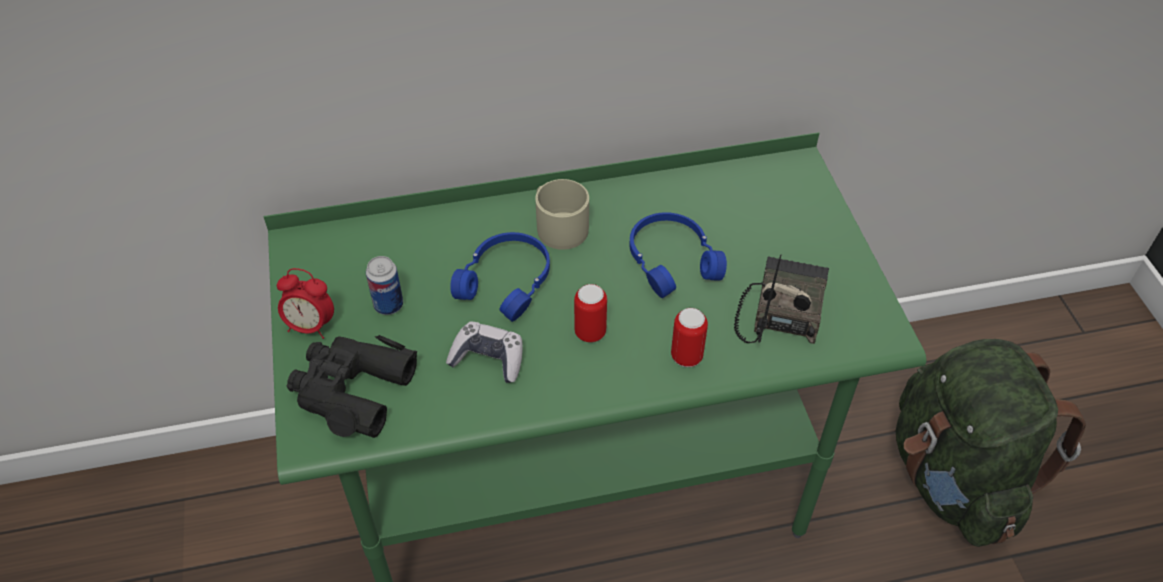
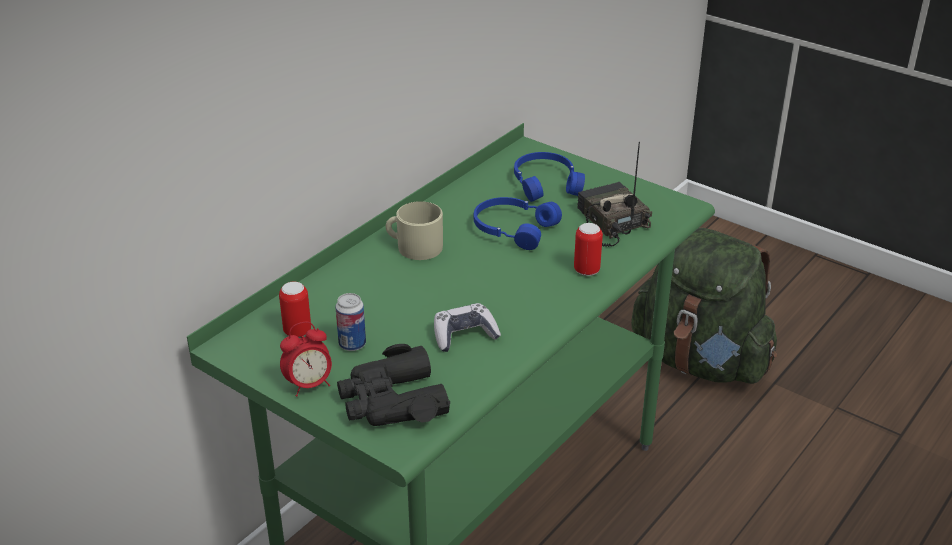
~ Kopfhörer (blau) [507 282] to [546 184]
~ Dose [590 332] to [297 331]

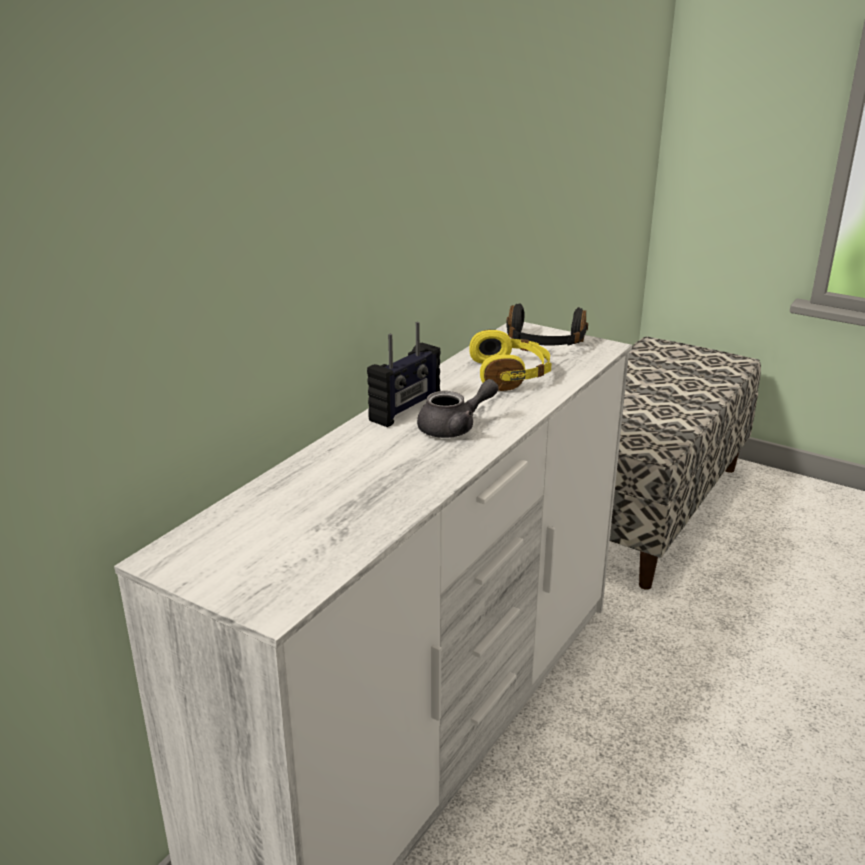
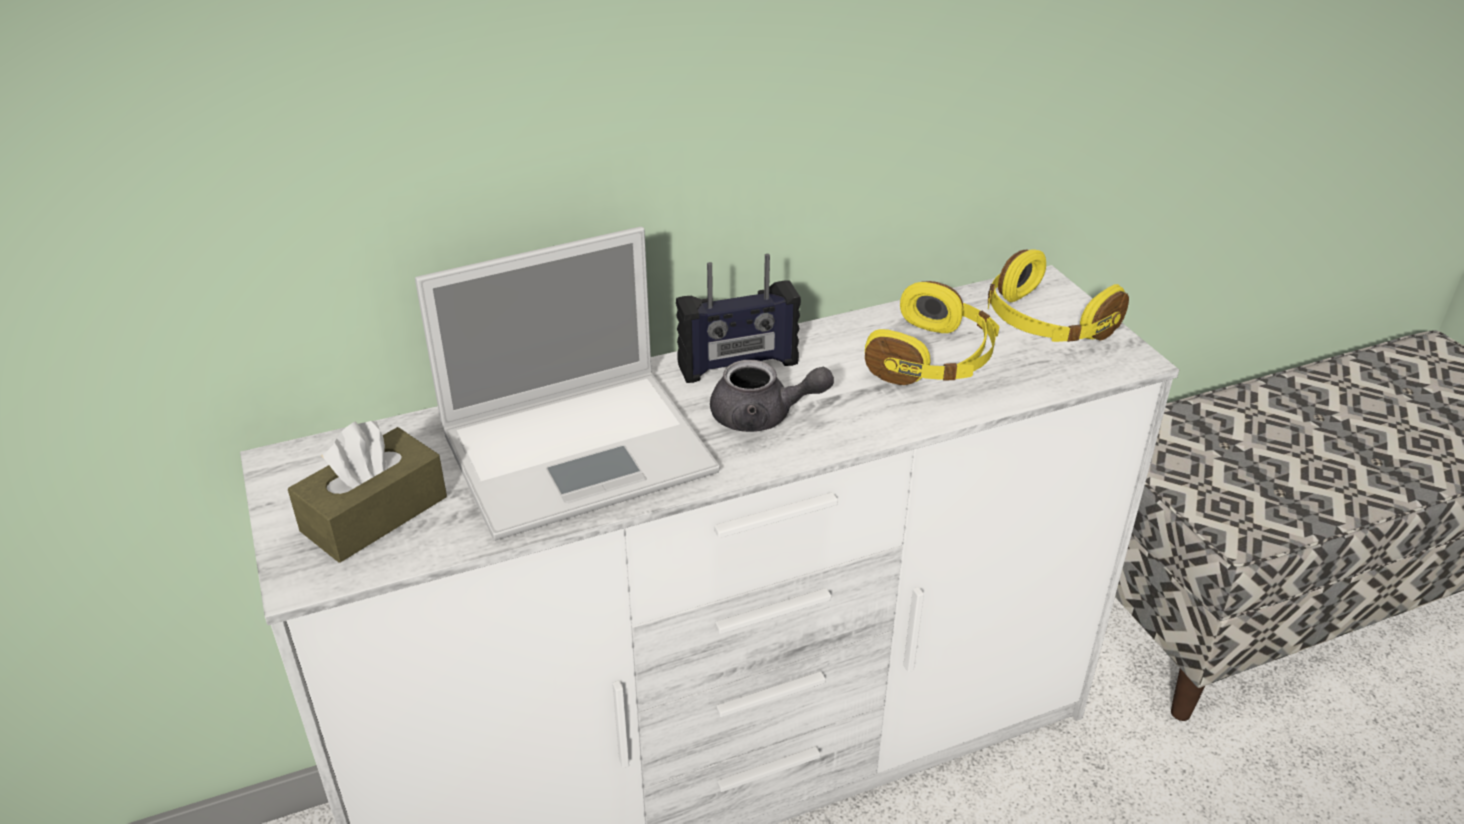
~ Kopfhörer (schwarz) [544 344] to Kopfhörer (gelb) [1045 324]
+ Laptop [582 449]
+ Taschentuchbox (braun) [374 514]

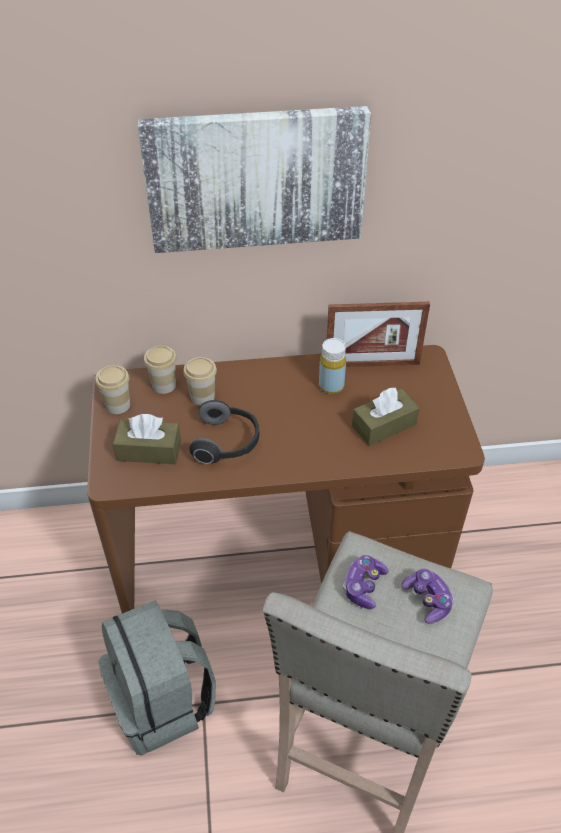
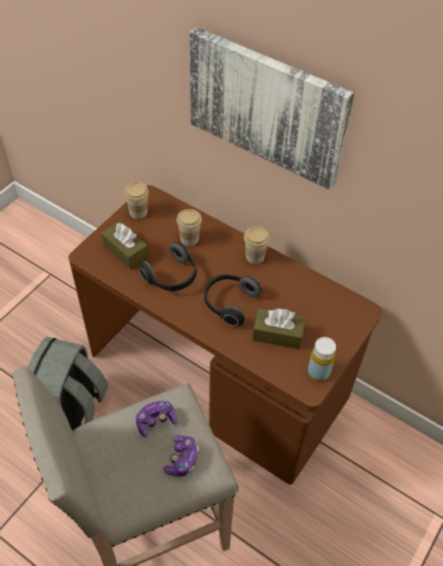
- Bilderrahmen [372 364]
~ Flasche (gelb) [331 386] to [318 372]
~ Tasse [164 385] to [255 256]
+ Kopfhörer [229 303]

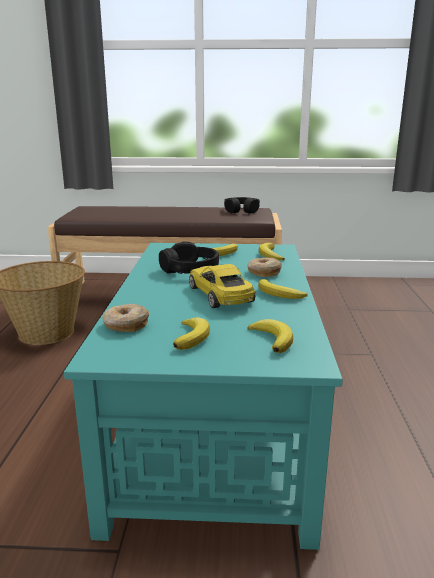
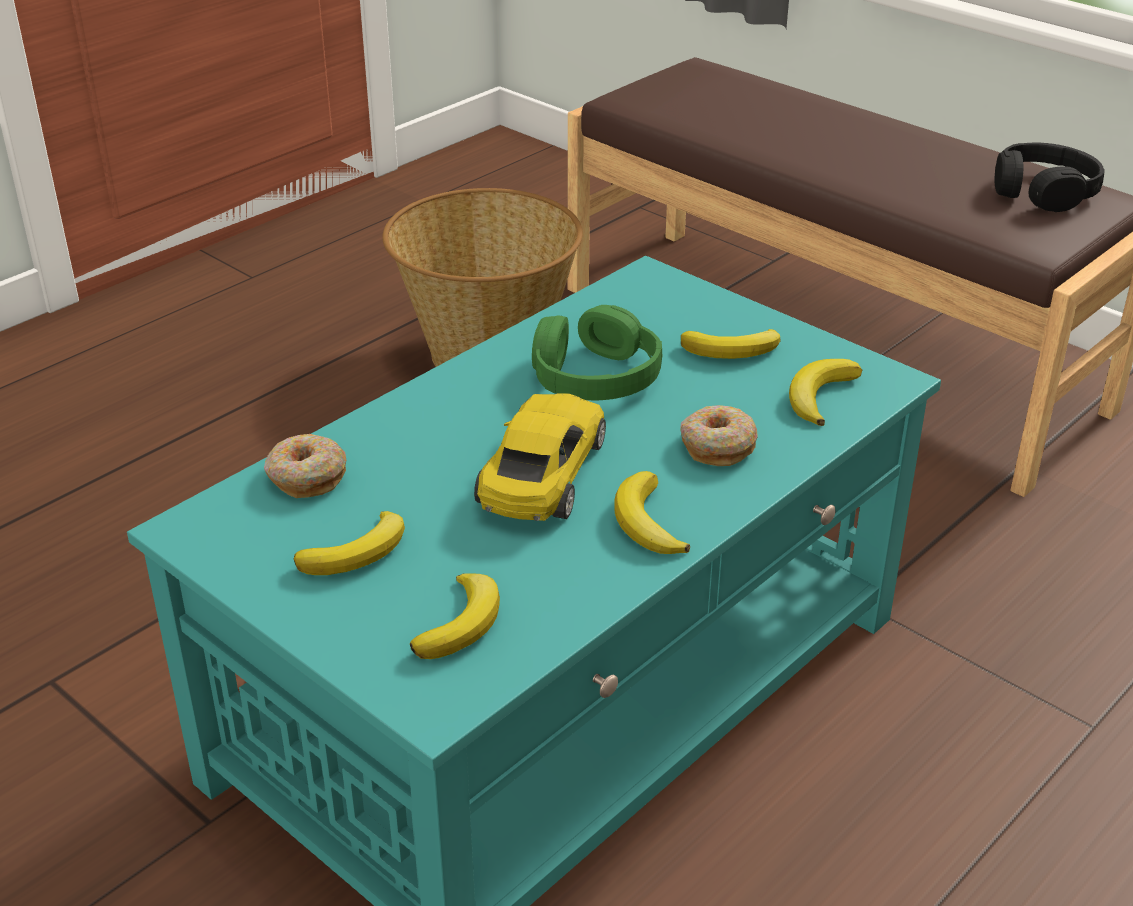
~ Kopfhörer (schwarz) [190 269] to Kopfhörer (grün) [594 376]

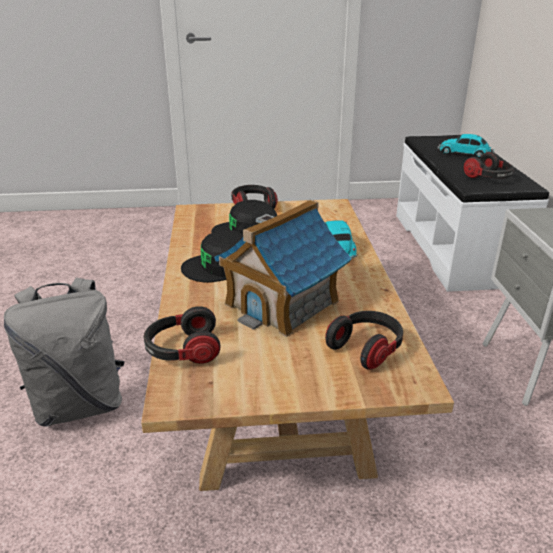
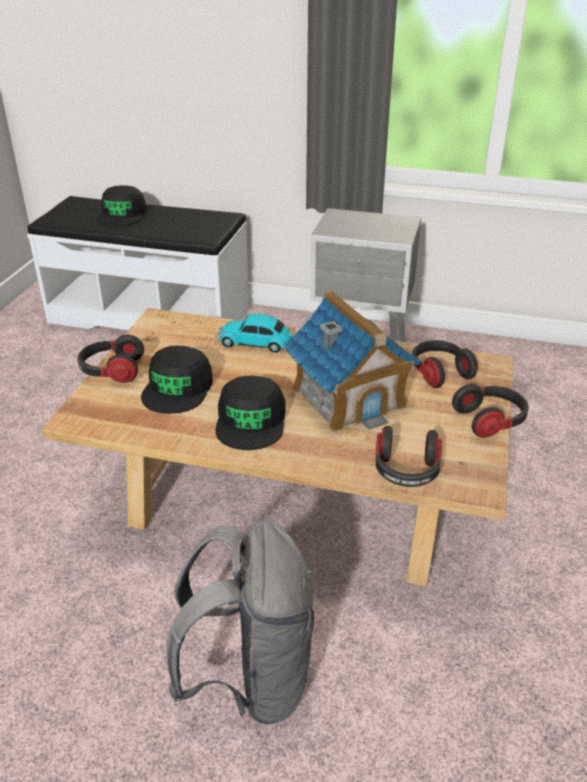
~ Spielzeugauto [465 154] to Kappe (schwarz) [122 214]
~ Kopfhörer [488 178] to [490 421]

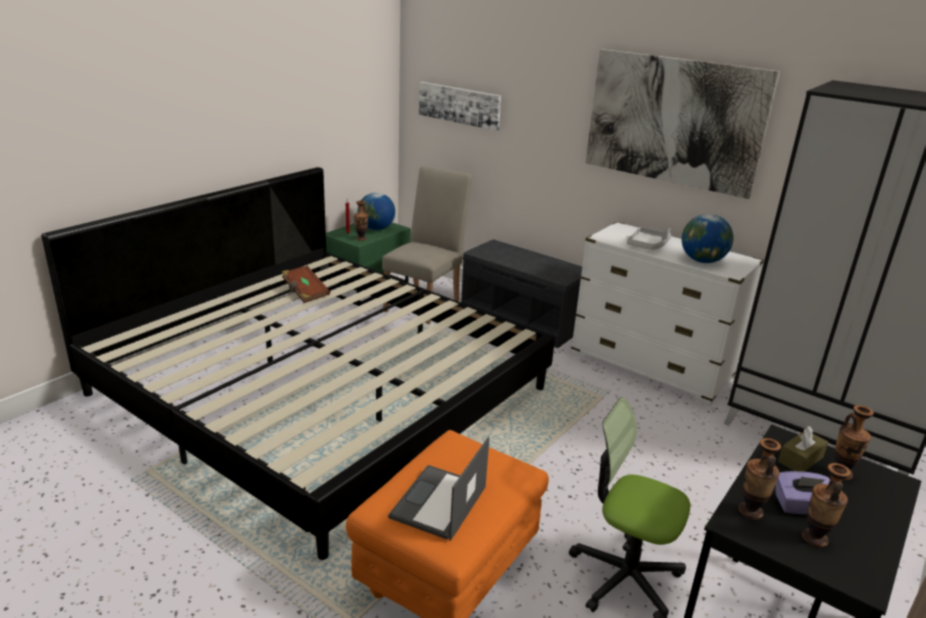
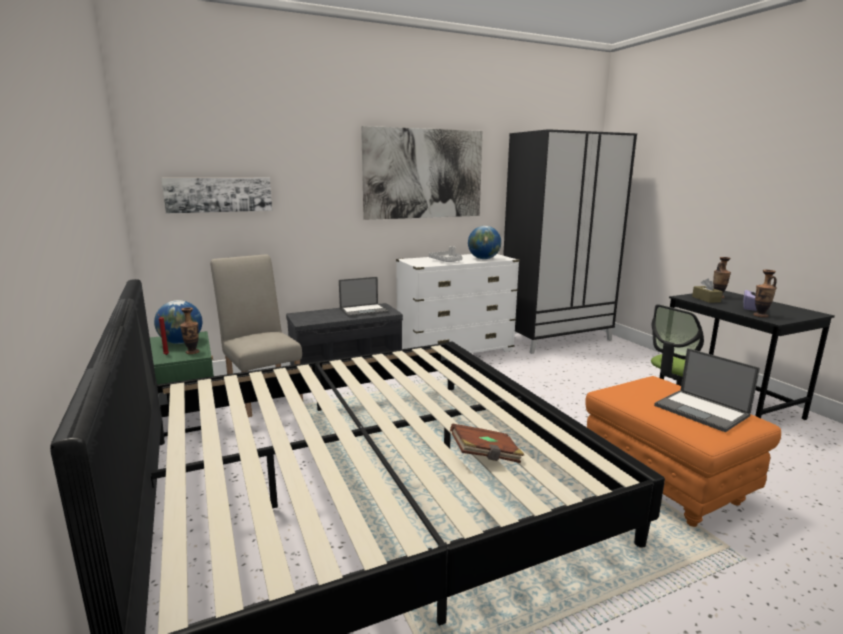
~ Buch (braun) [305 292] to [486 456]
- Vase [814 538]
+ Laptop [364 310]

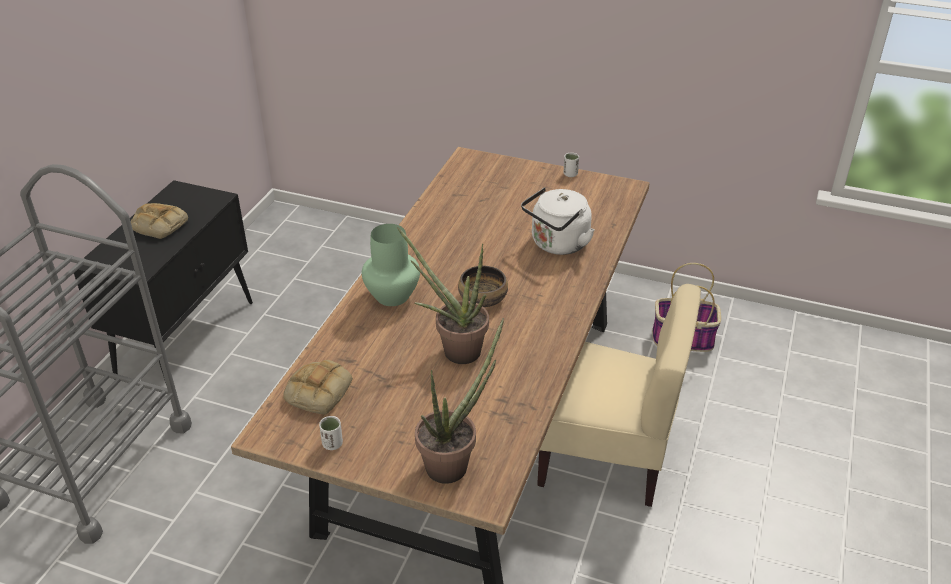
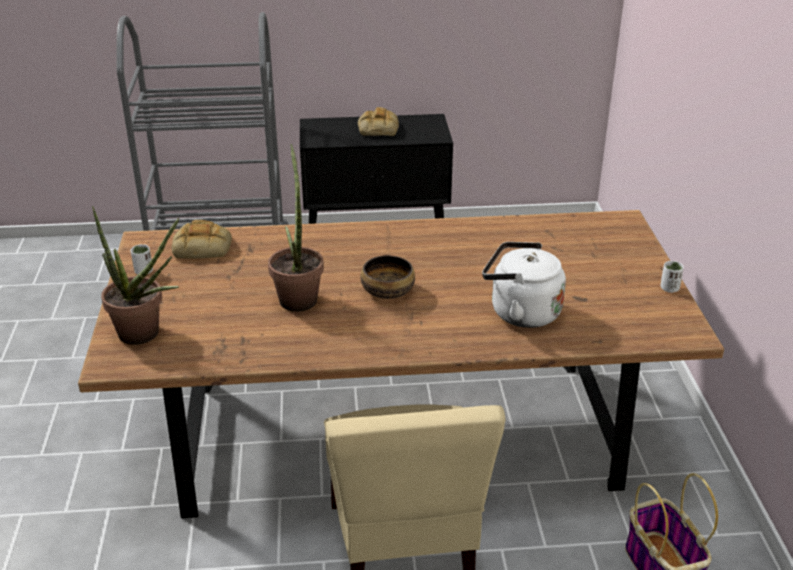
- Vase (grün) [393 295]

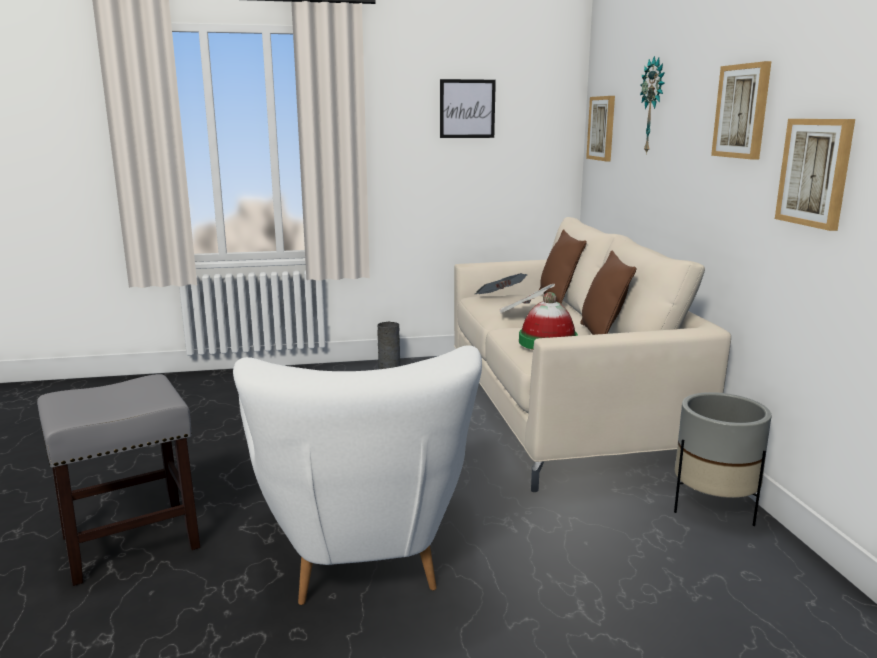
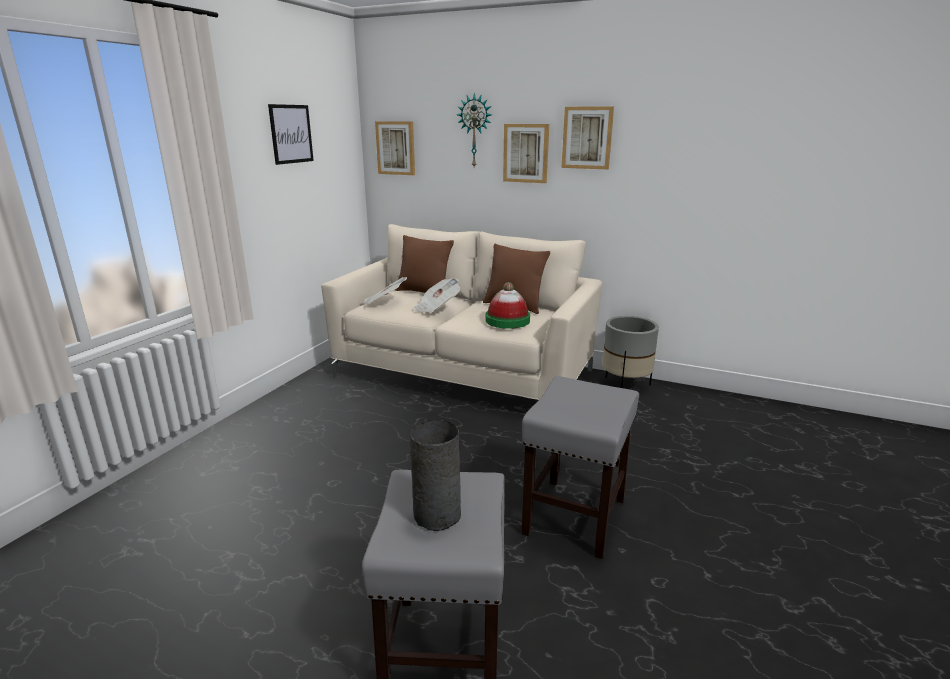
~ Bild [815 172] to [526 153]
~ Vase (grau) [390 367] to [438 514]
~ Sessel (weiß) [362 551] to Hocker (grau) [574 517]

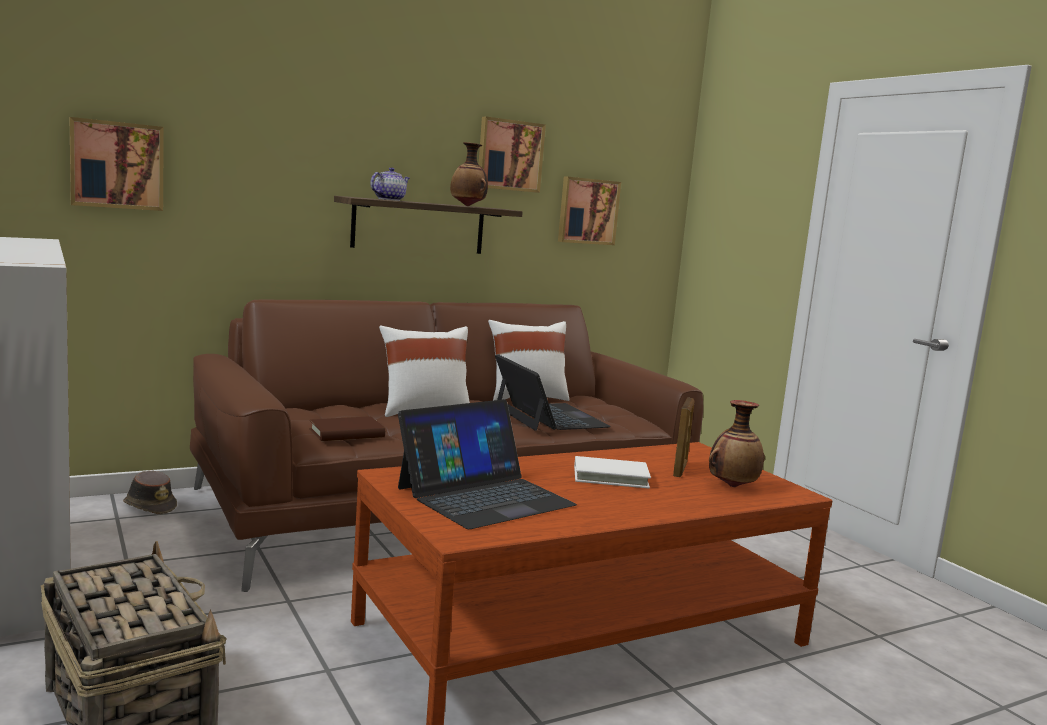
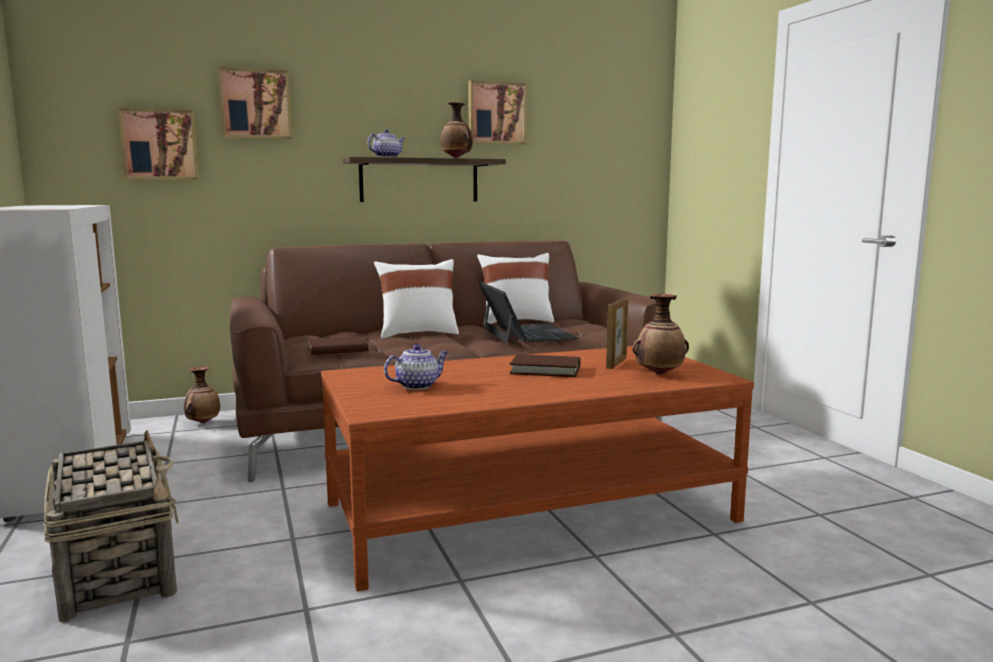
~ Bild [587 211] to [255 104]
~ Laptop [484 496] to Teekanne [418 385]
~ Buch (weiß) [610 477] to Buch (braun) [545 370]
~ Hut (braun) [150 506] to Vase [203 422]

